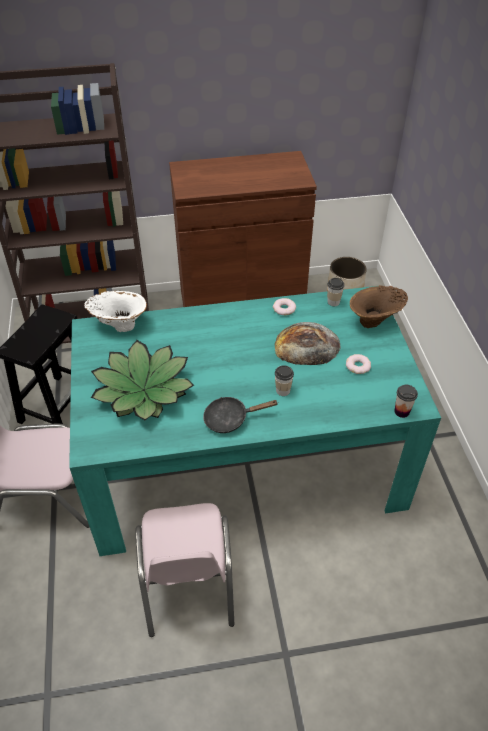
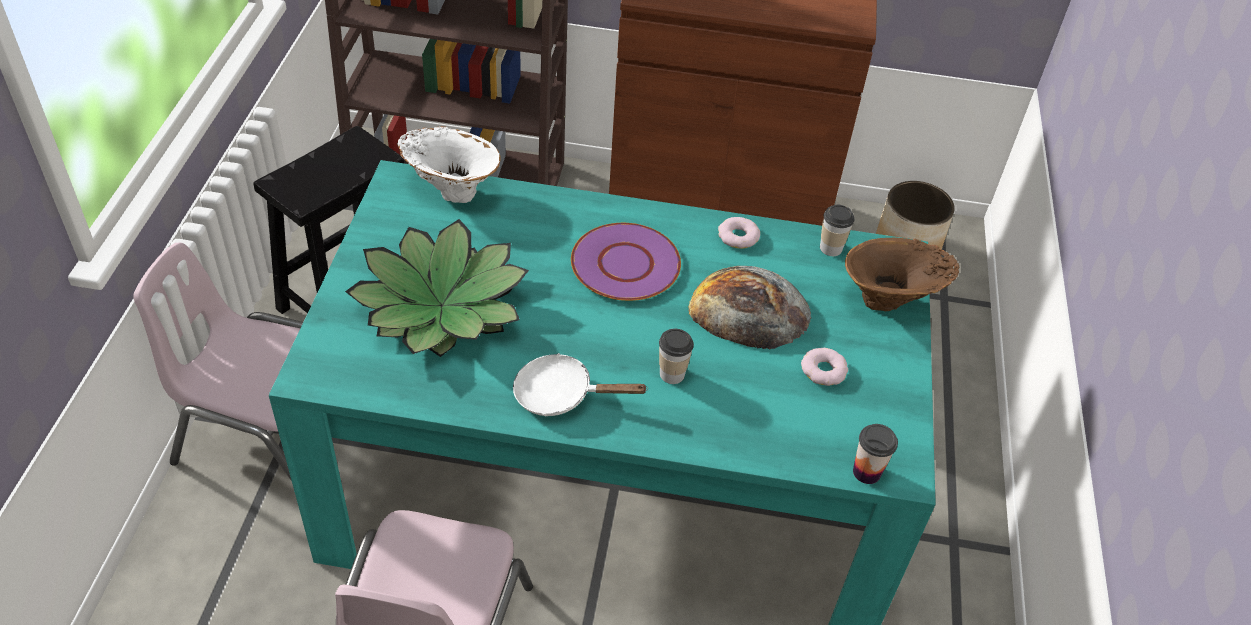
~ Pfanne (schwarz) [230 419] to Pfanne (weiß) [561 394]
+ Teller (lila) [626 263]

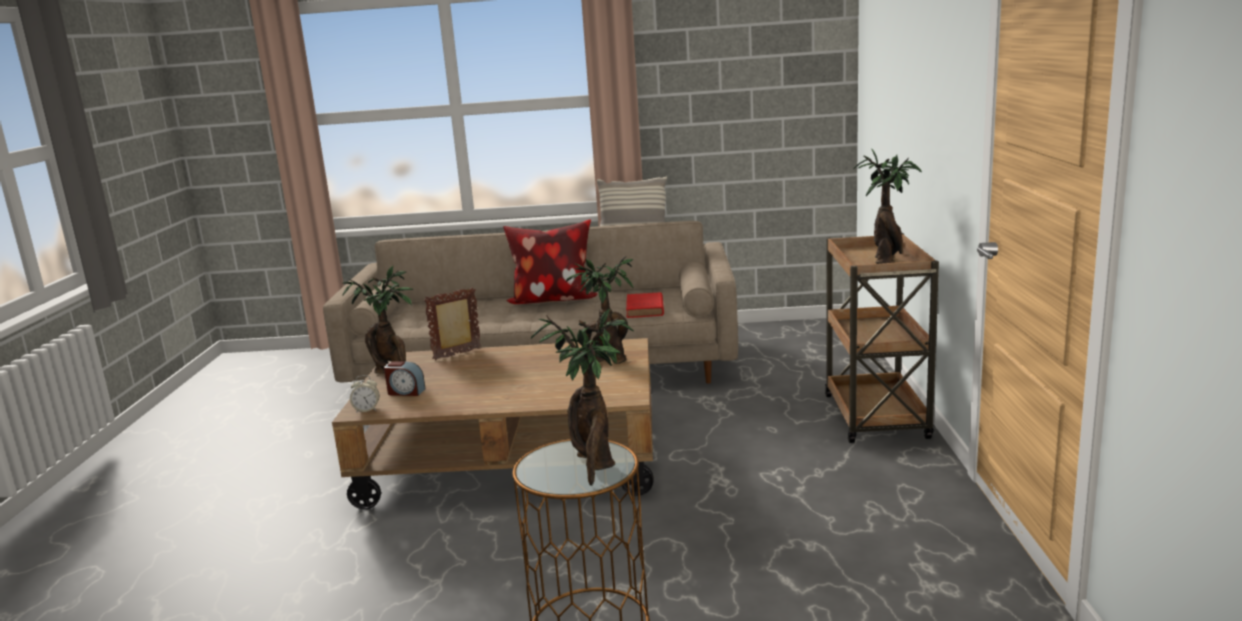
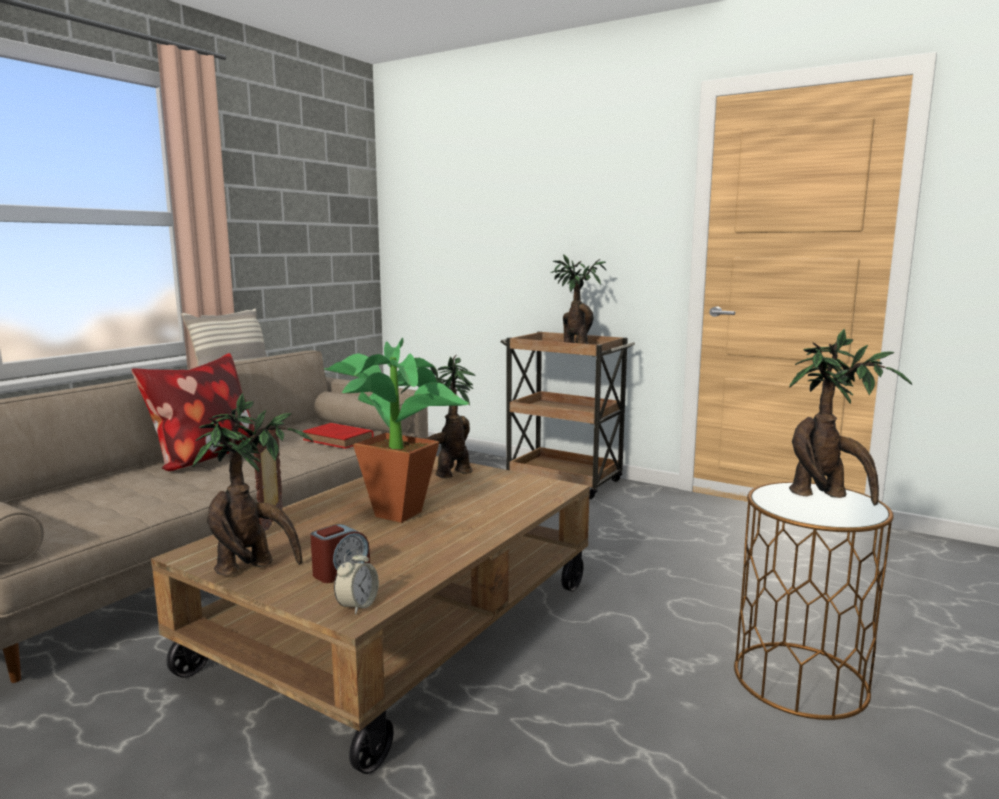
+ Topfpflanze [394 511]

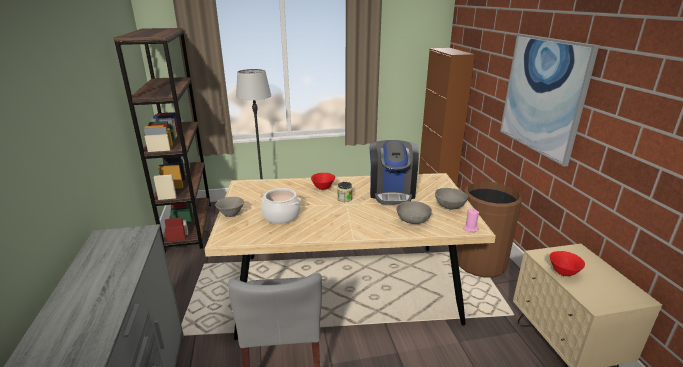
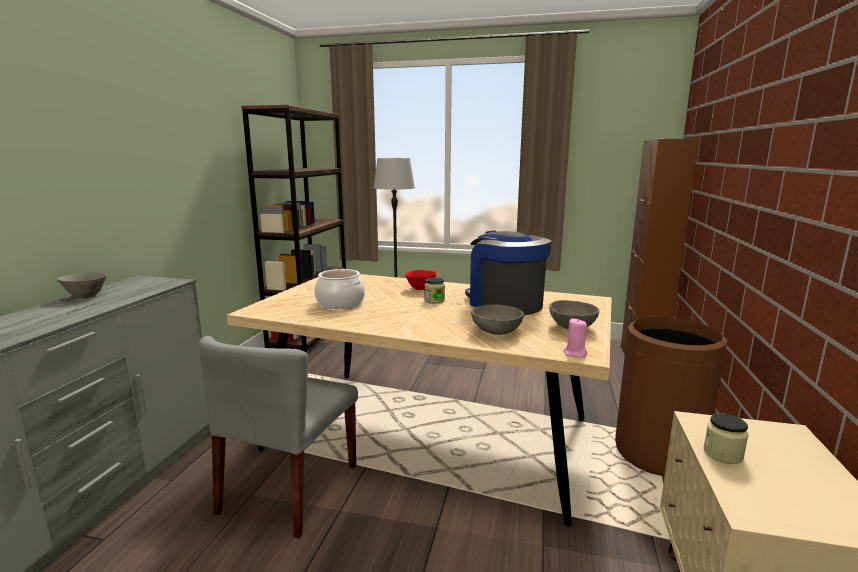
- Bild [543 95]
~ Kaffeemaschine [392 192] = [504 303] 120 degrees clockwise
~ Schüssel (grau) [231 214] to [86 296]
~ Schüssel (rot) [563 273] to Vorratsglas [723 454]

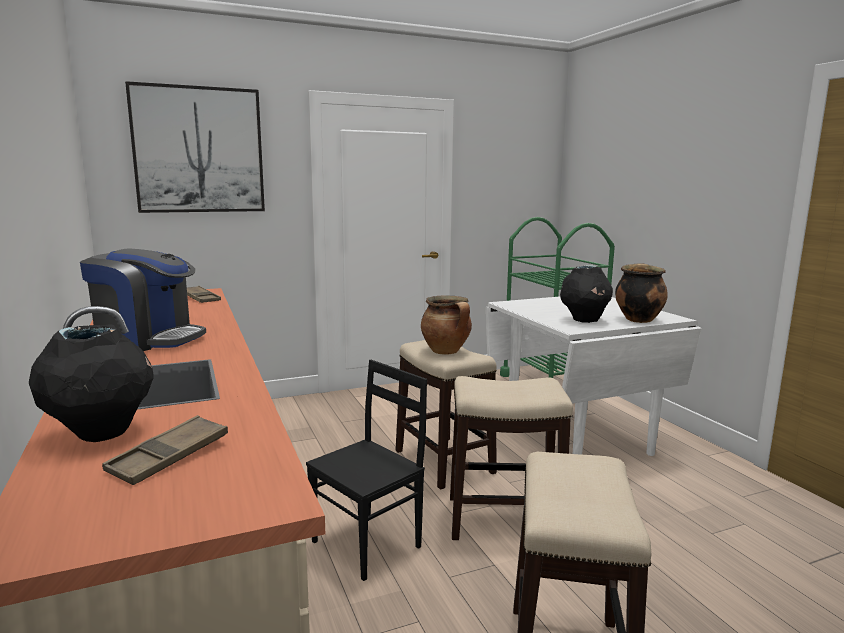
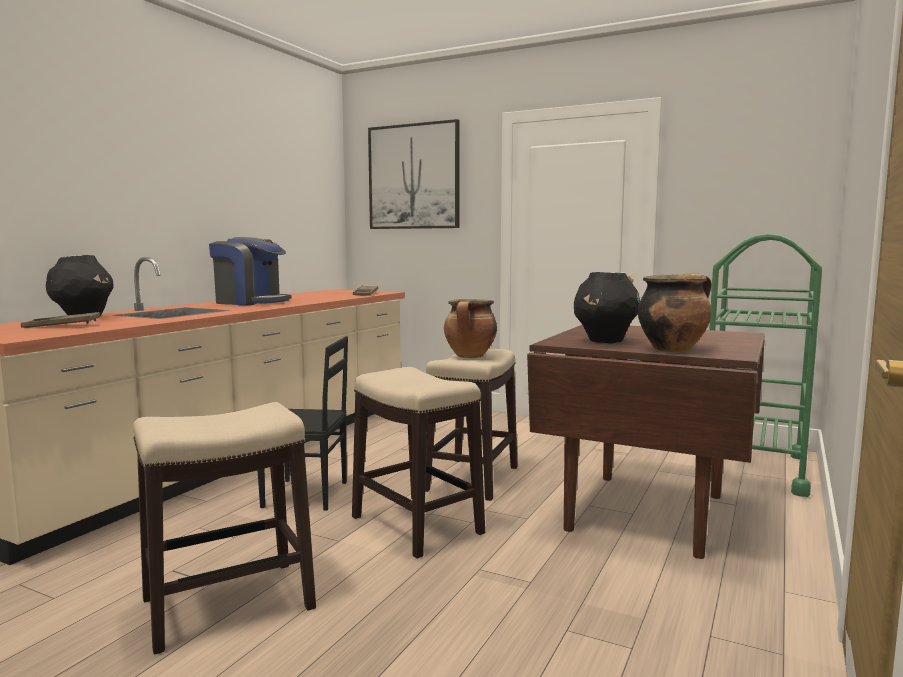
~ Kaffeemaschine [148 339] = [251 302] 45 degrees counterclockwise
~ Esstisch (weiß) [576 438] to Esstisch (braun) [644 512]

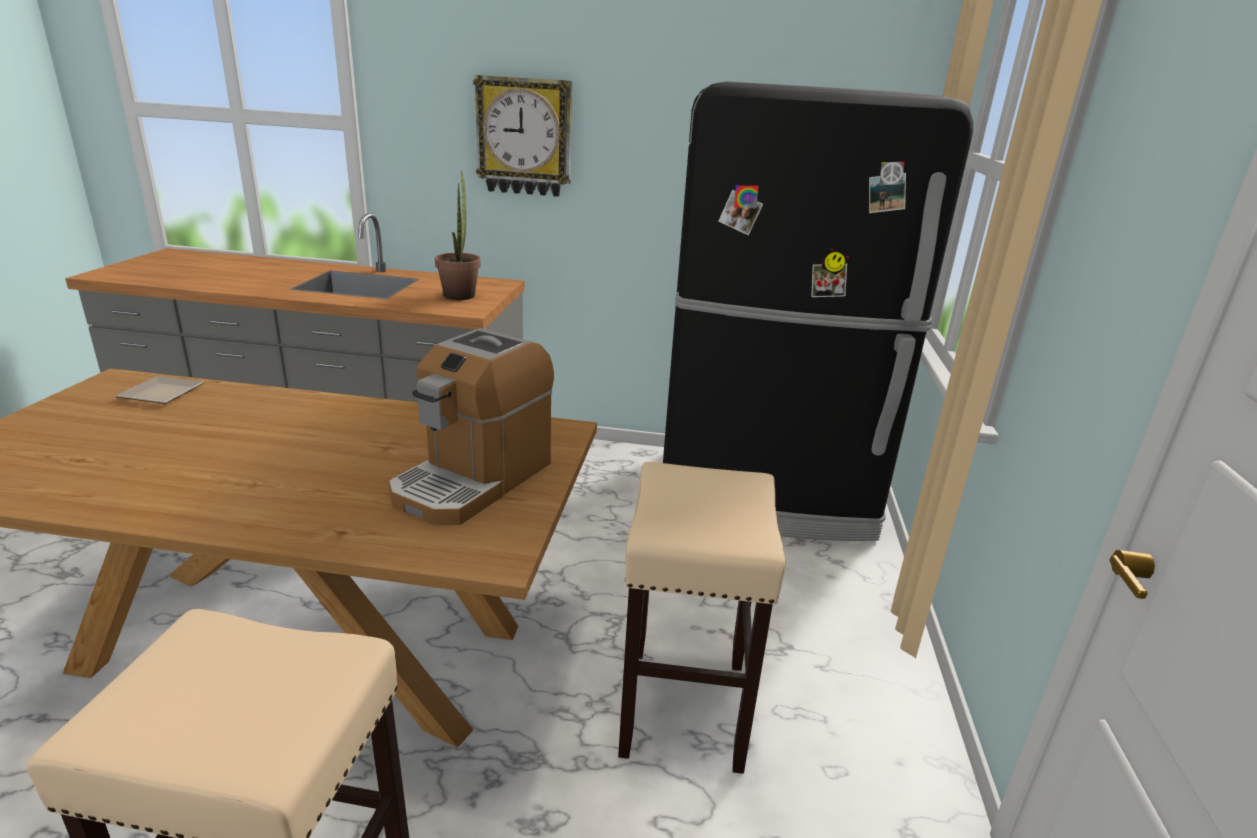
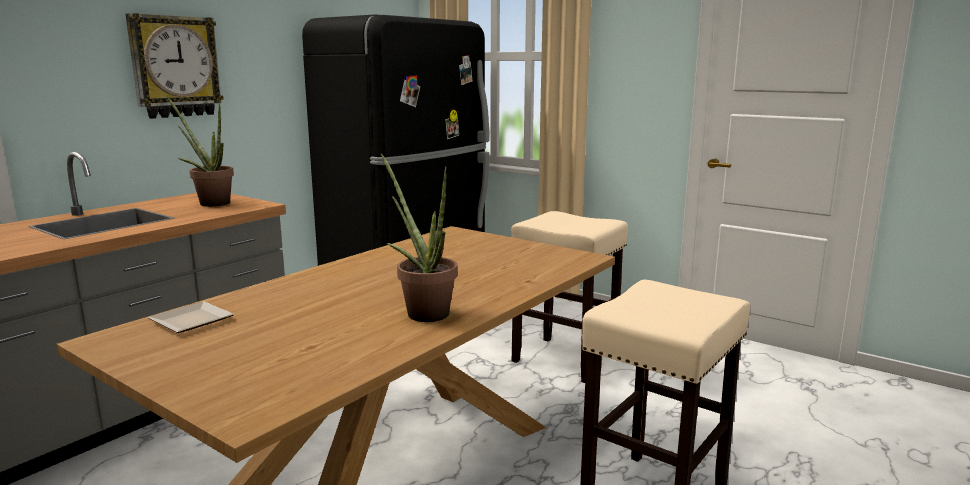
- Kaffeemaschine [473 480]
+ Topfpflanze [422 311]

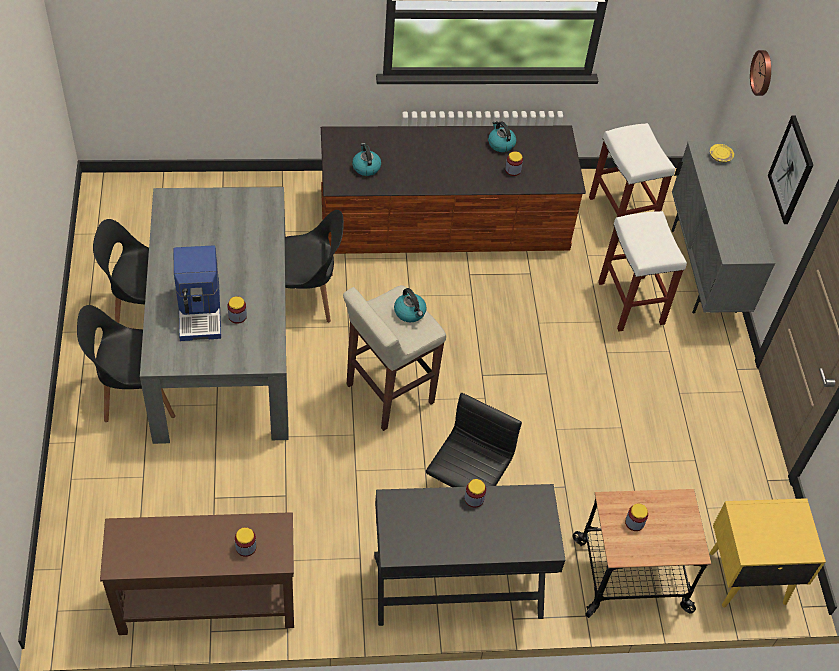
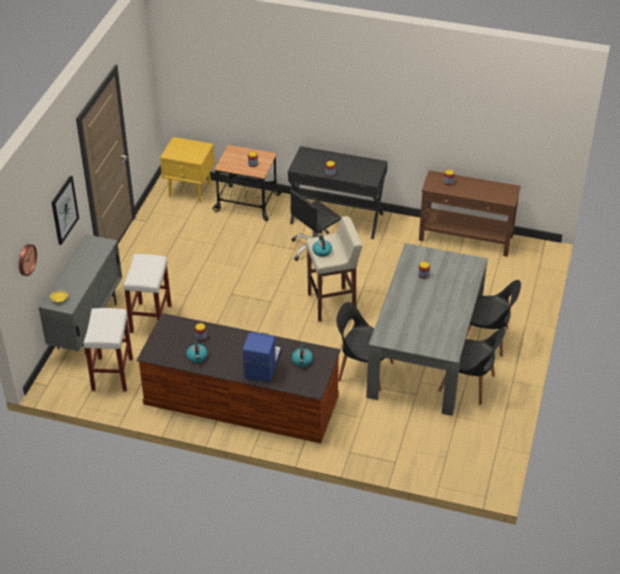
~ Kaffeemaschine [200 311] to [261 364]

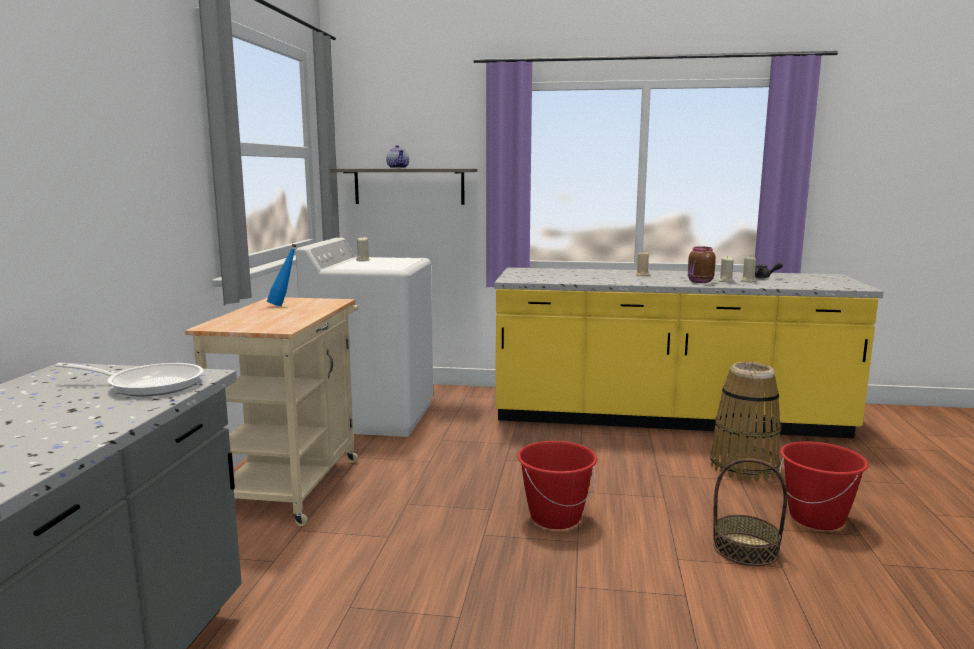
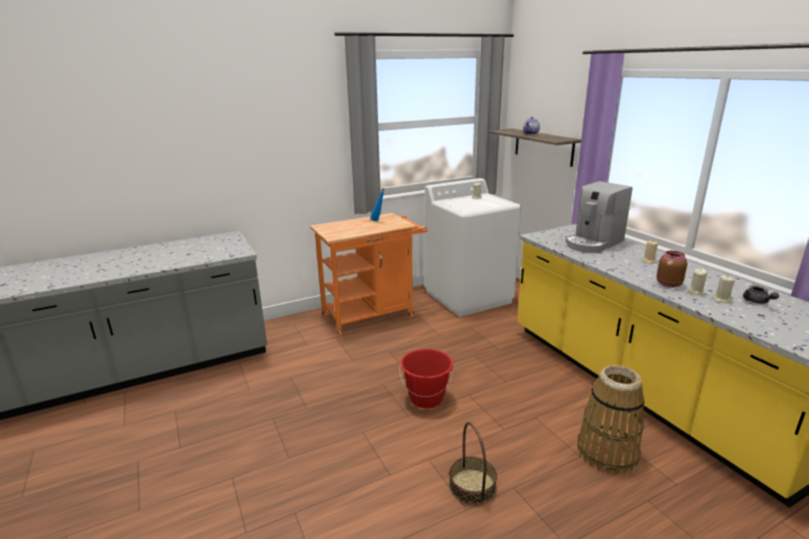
~ Rollwagen (beige) [294 482] to Rollwagen (orange) [373 315]
- Pfanne [148 385]
- Eimer (rot) [816 518]
+ Kaffeemaschine [593 243]

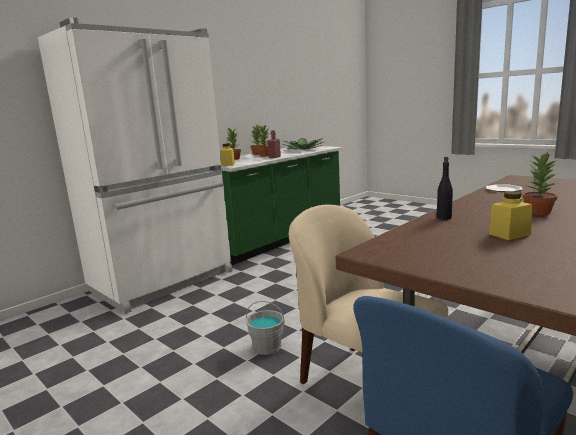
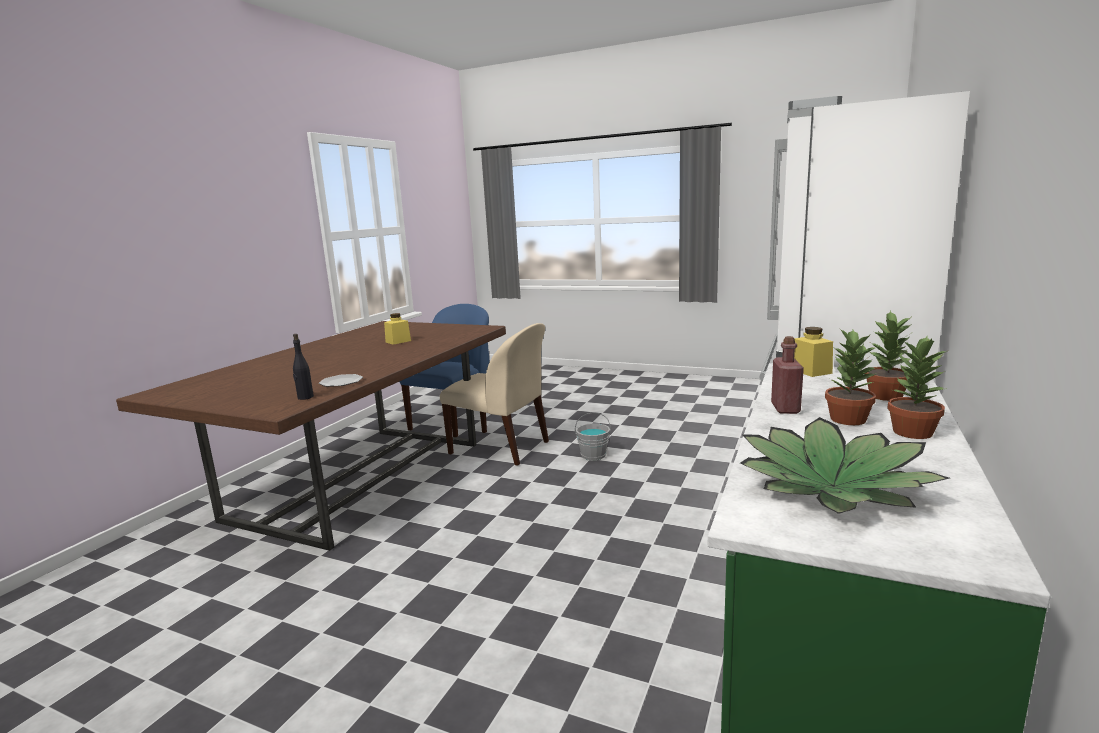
- Topfpflanze [537 212]
~ Flasche (schwarz) [444 217] to [305 397]

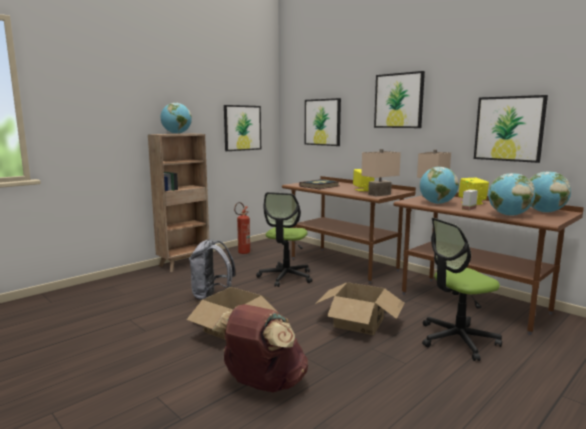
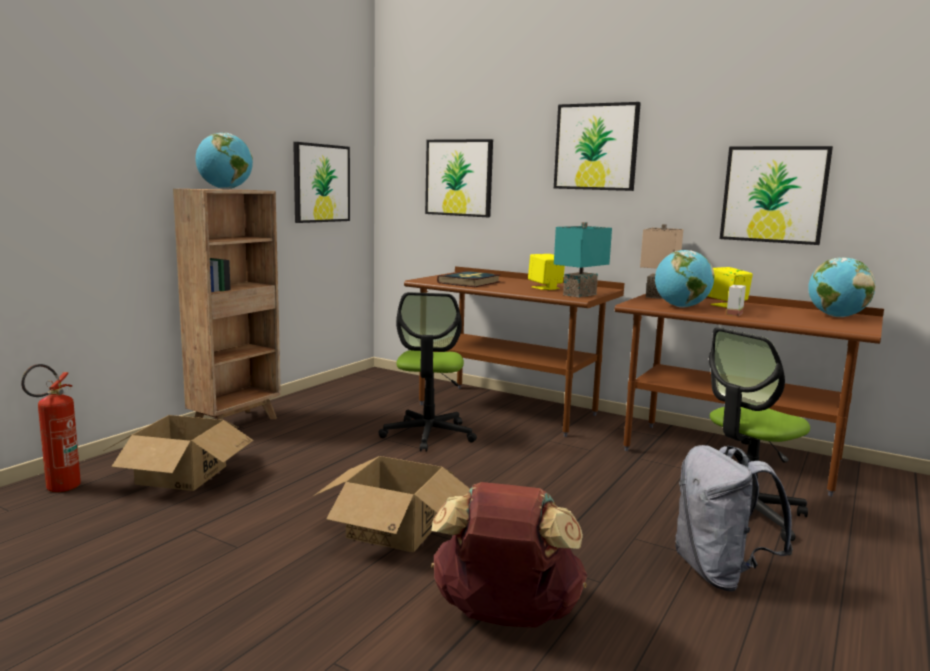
~ Tischlampe (beige) [379 194] to Tischlampe (türkis) [578 294]
- Globus [508 215]
~ Feuerlöscher [242 253] to [57 490]
~ Rucksack (grau) [211 296] to [719 574]
~ Karton [359 322] to [182 474]

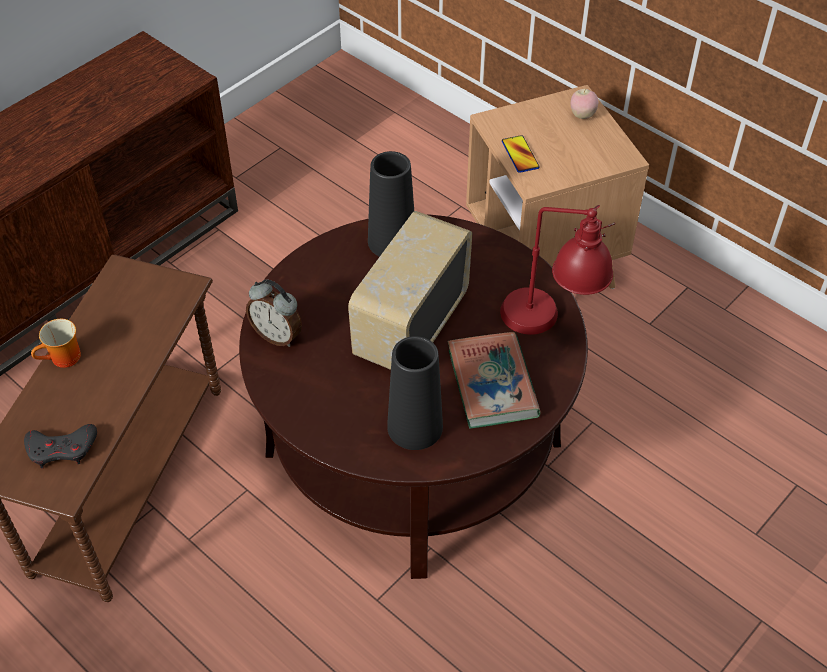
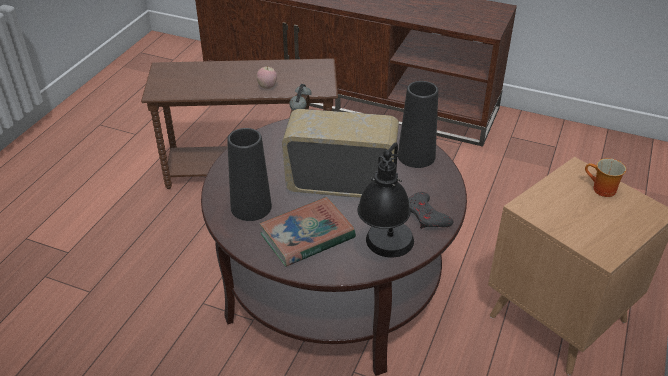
~ Apfel [582 115] to [267 87]
- Handy [520 155]
~ Tischlampe (rot) [551 323] to Tischlampe (schwarz) [386 255]
~ Henkelbecher [64 360] to [601 190]
~ Gamepad (grau) [62 449] to [426 215]

